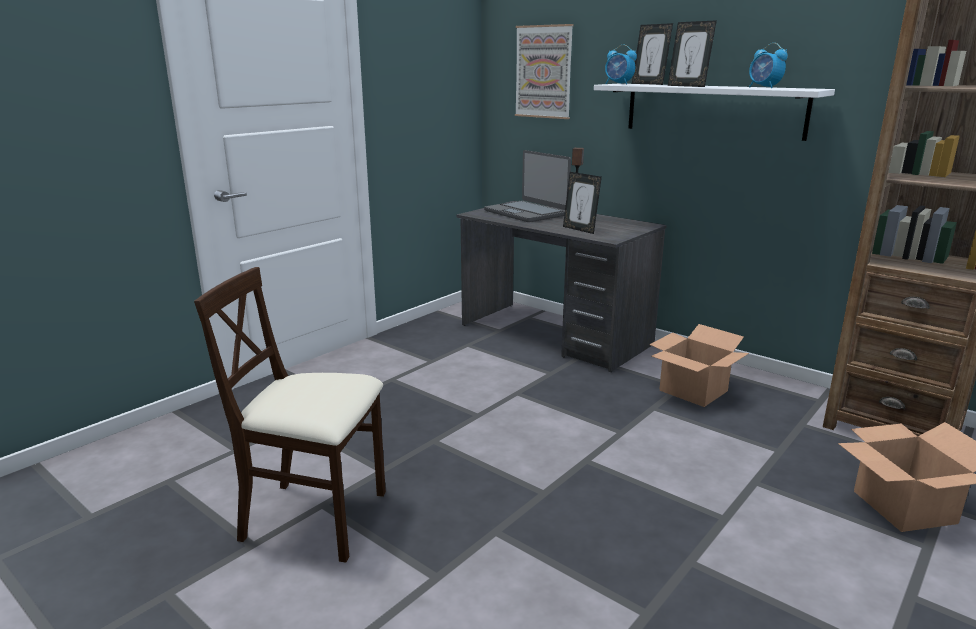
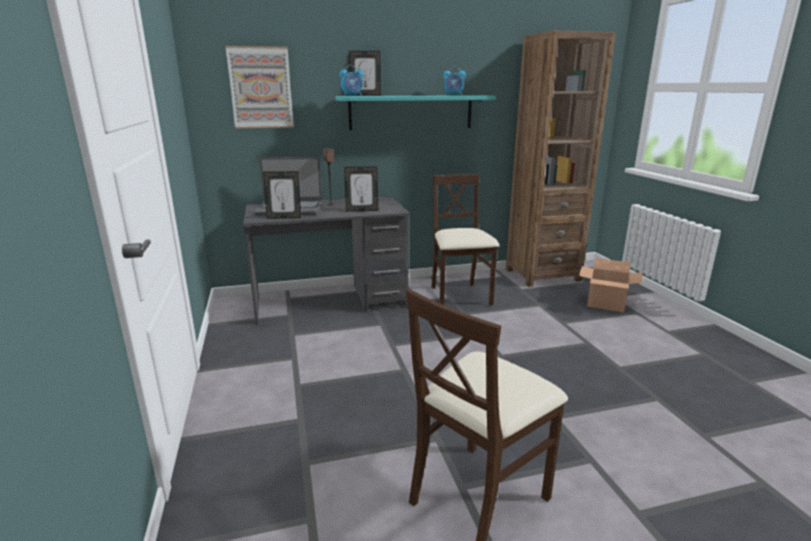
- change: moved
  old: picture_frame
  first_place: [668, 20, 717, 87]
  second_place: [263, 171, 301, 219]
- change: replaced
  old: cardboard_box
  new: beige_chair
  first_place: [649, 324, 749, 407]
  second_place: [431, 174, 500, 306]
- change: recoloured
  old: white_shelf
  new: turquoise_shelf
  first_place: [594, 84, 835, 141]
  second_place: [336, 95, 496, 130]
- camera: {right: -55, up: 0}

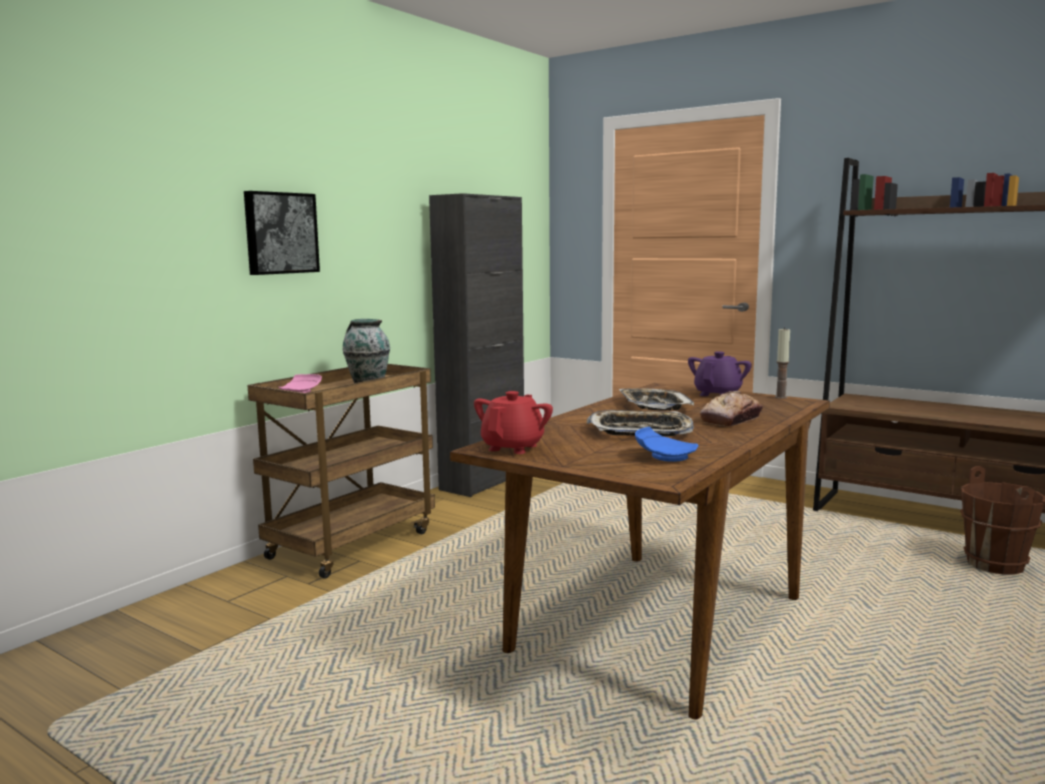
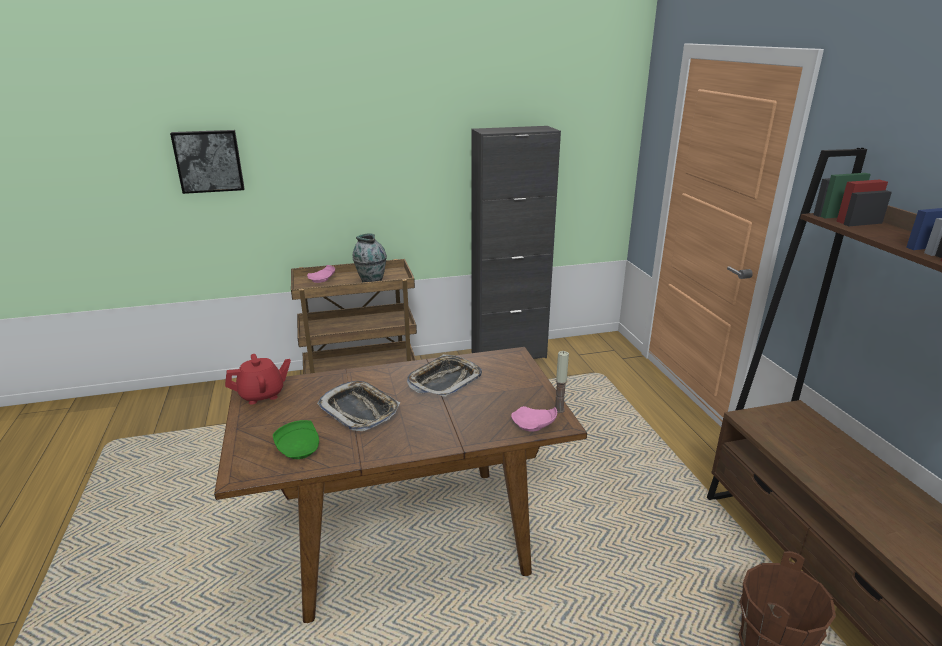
- change: removed
  old: purple_teapot
  first_place: [688, 351, 752, 396]
- change: removed
  old: bread
  first_place: [700, 391, 763, 426]
- change: added
  new: pink_plate
  second_place: [511, 406, 557, 432]
- change: moved
  old: picture
  first_place: [244, 191, 320, 275]
  second_place: [170, 130, 245, 194]
- change: recoloured
  old: blue_plate
  new: green_plate
  first_place: [635, 427, 699, 462]
  second_place: [273, 420, 319, 459]
- camera: {right: 40, up: 15}

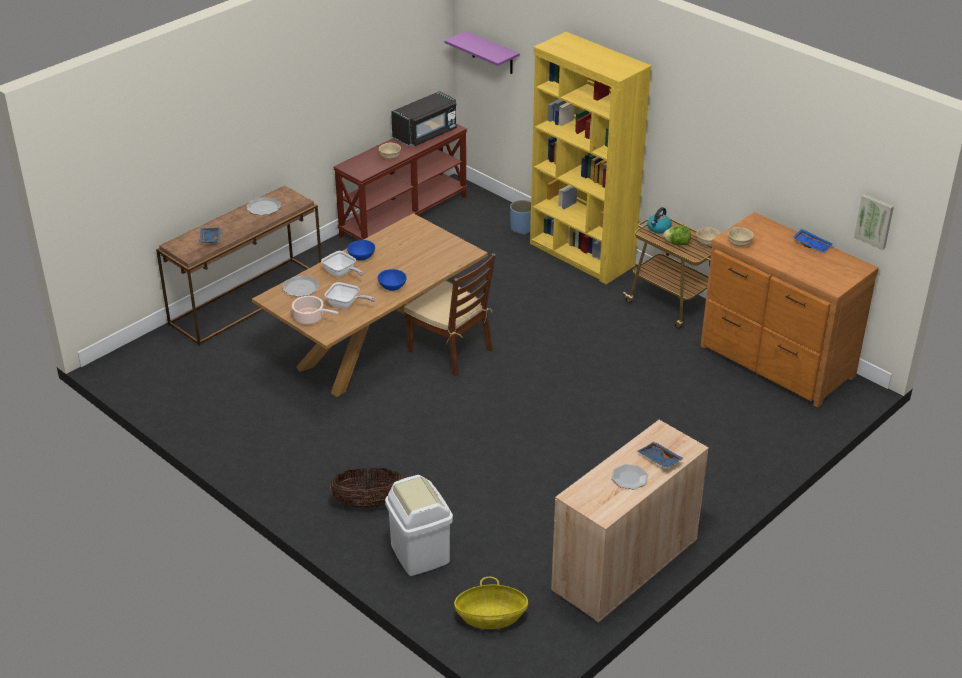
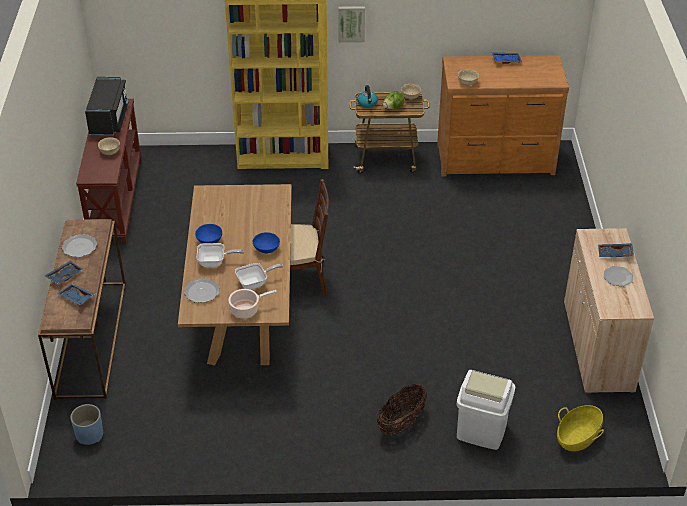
- change: removed
  old: purple_shelf
  first_place: [444, 31, 520, 74]
- change: added
  new: blue_tray
  second_place: [44, 261, 83, 284]
- change: moved
  old: blue_planter
  first_place: [510, 200, 531, 235]
  second_place: [70, 404, 103, 445]
- change: moved
  old: picture
  first_place: [854, 194, 894, 250]
  second_place: [338, 6, 365, 43]
- camera: {right: -45, up: 5}

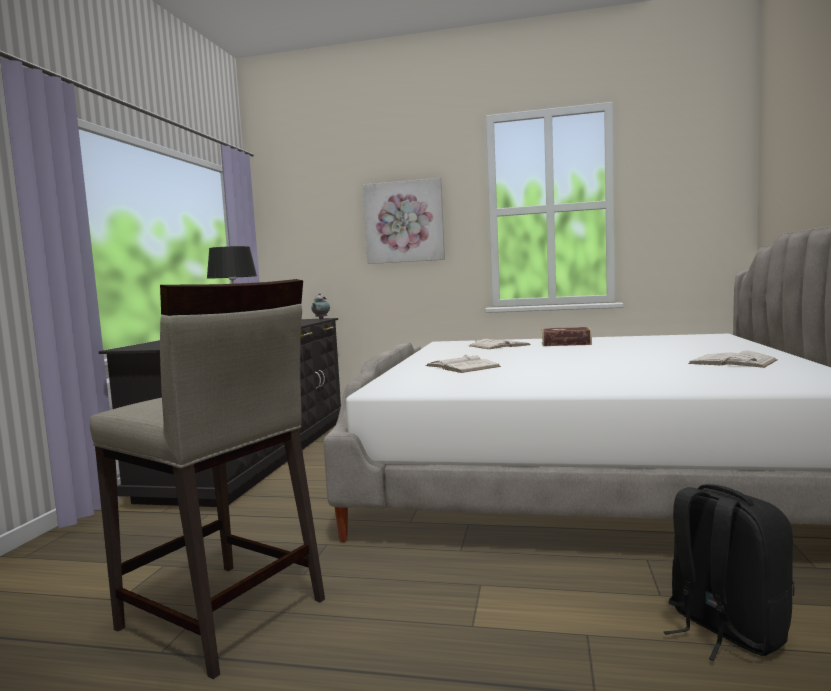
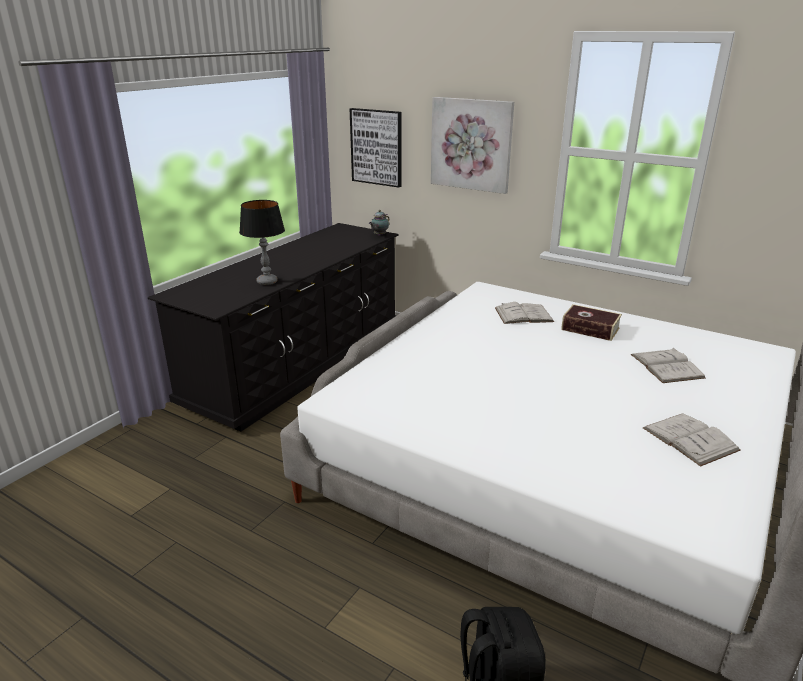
- change: removed
  old: beige_stool
  first_place: [90, 279, 325, 679]
- change: added
  new: picture
  second_place: [350, 108, 401, 188]
- change: moved
  old: white_book
  first_place: [426, 354, 501, 373]
  second_place: [631, 348, 706, 383]
- camera: {right: 20, up: 20}

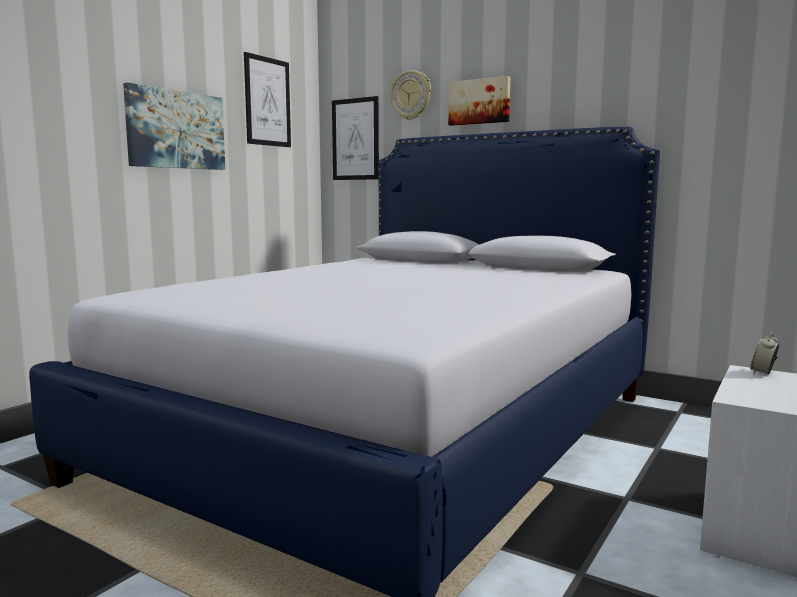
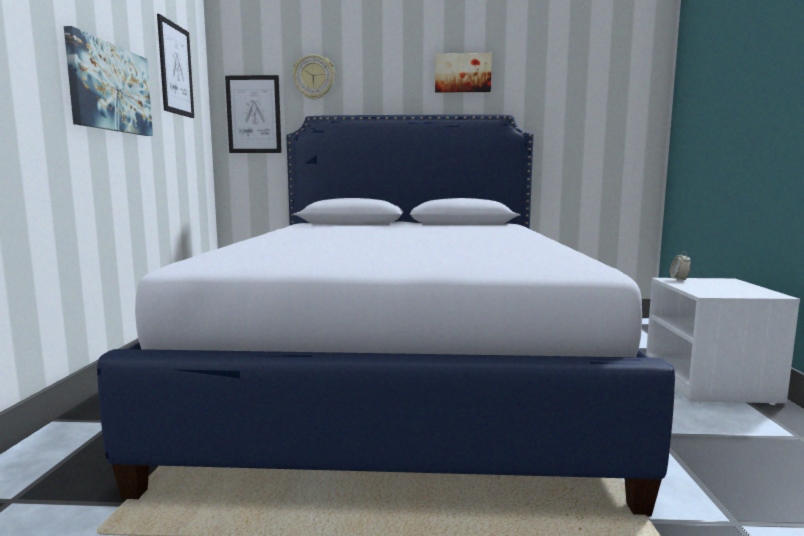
- change: moved
  old: picture
  first_place: [448, 76, 510, 126]
  second_place: [435, 53, 492, 93]
- camera: {right: -30, up: 0}

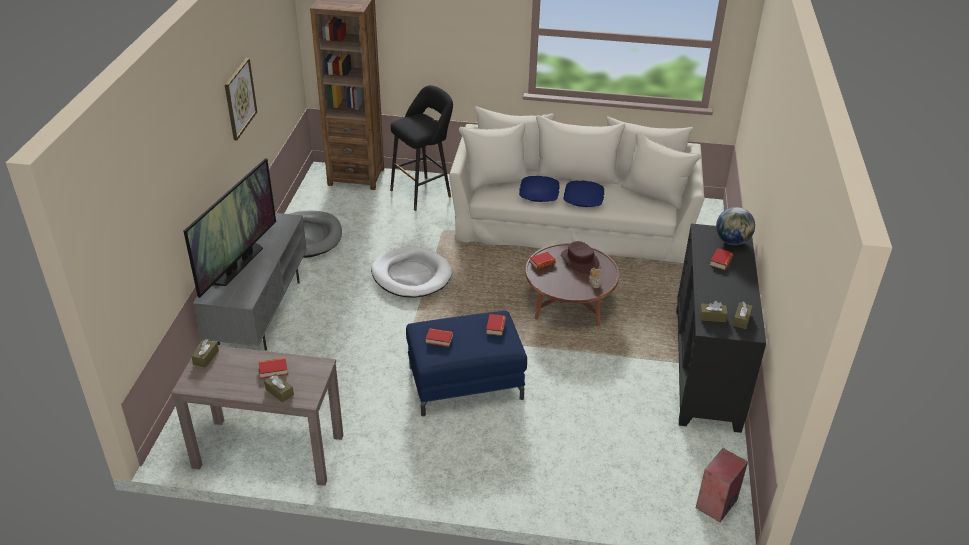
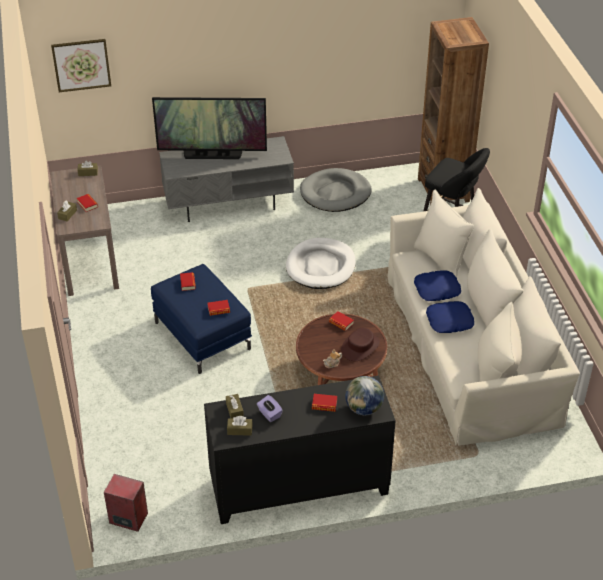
- change: added
  new: purple_tissue_box
  second_place: [257, 395, 283, 422]
- change: moved
  old: picture
  first_place: [225, 58, 257, 140]
  second_place: [51, 39, 111, 92]
- camera: {right: 70, up: 5}

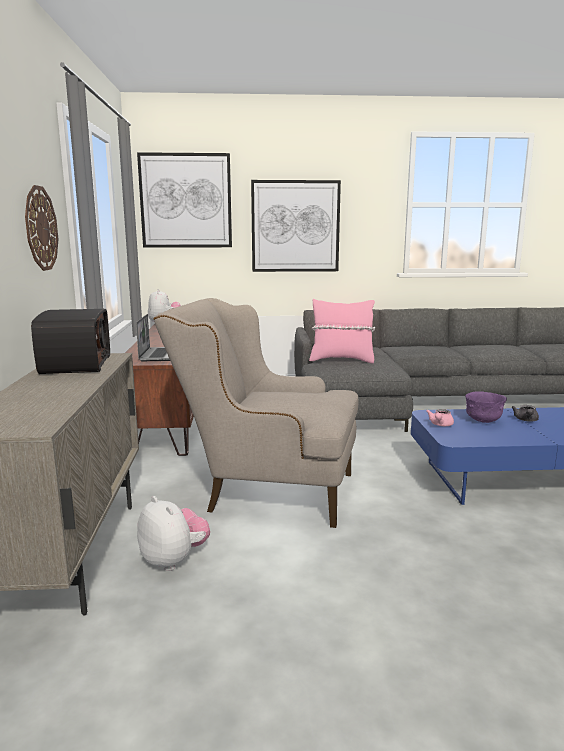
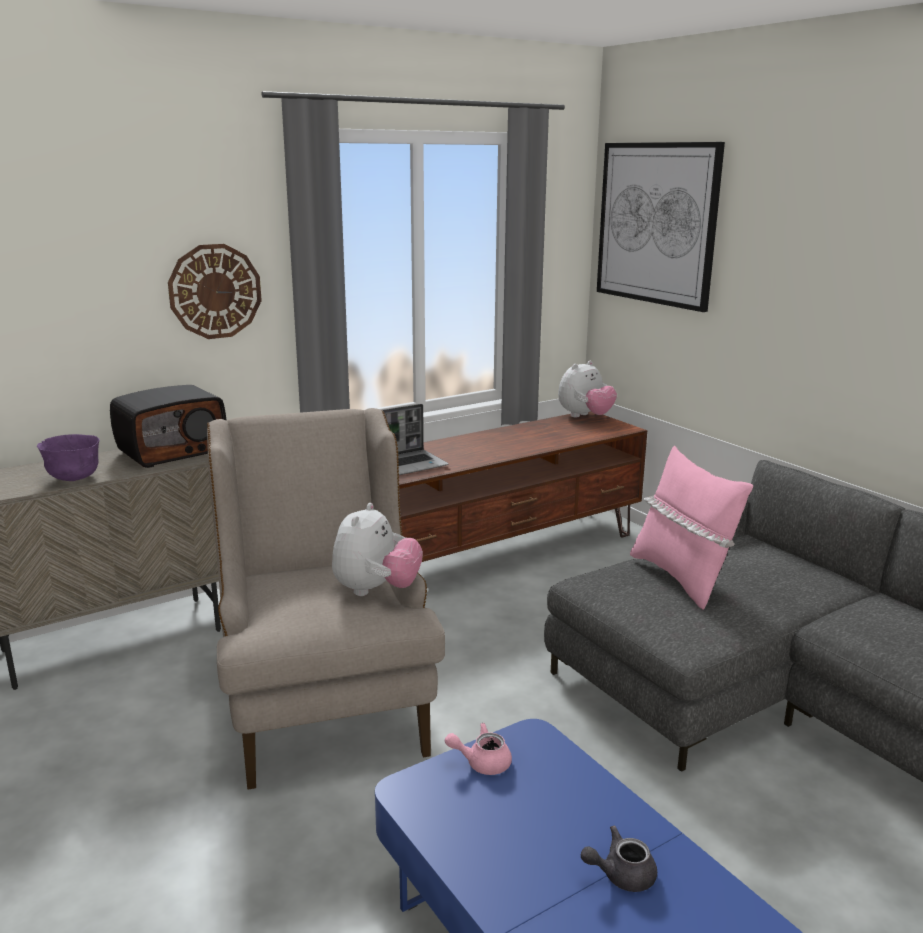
- change: removed
  old: picture
  first_place: [251, 180, 341, 272]
- change: moved
  old: plush_toy
  first_place: [137, 496, 210, 571]
  second_place: [332, 503, 423, 596]
- change: moved
  old: purple_bowl
  first_place: [465, 391, 507, 423]
  second_place: [37, 434, 99, 481]
- camera: {right: 60, up: 5}

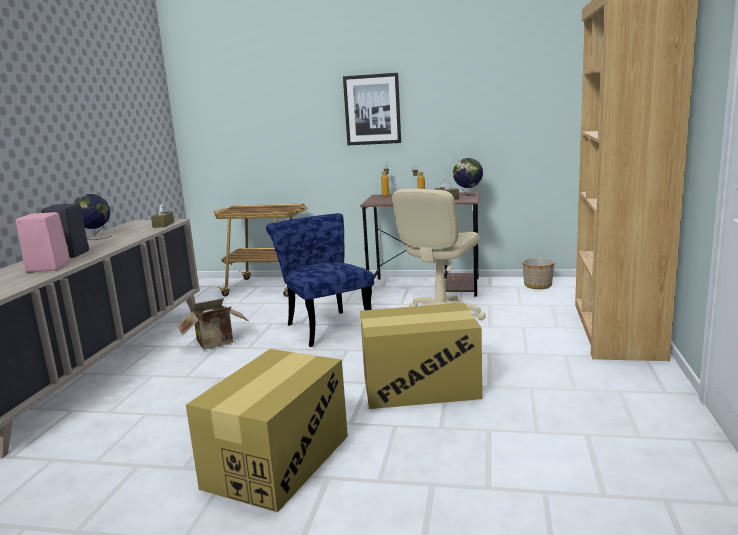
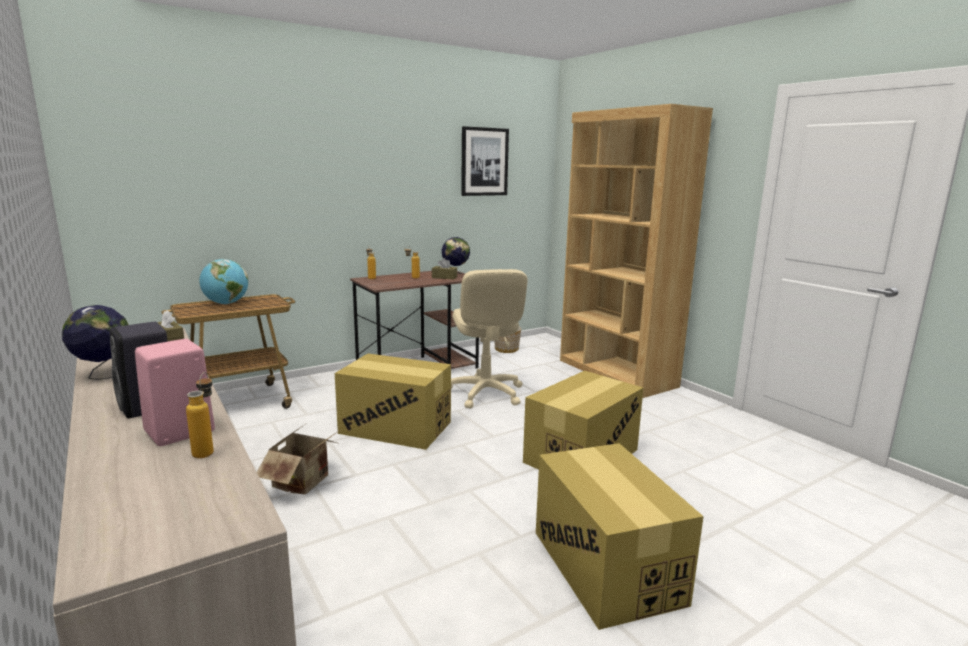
- change: added
  new: bottle
  second_place: [186, 372, 214, 458]
- change: added
  new: globe
  second_place: [199, 259, 248, 304]
- change: moved
  old: picture
  first_place: [343, 73, 401, 145]
  second_place: [461, 126, 509, 196]
- change: replaced
  old: blue_chair
  new: cardboard_box
  first_place: [266, 213, 374, 347]
  second_place: [335, 353, 451, 450]
- camera: {right: -45, up: 0}

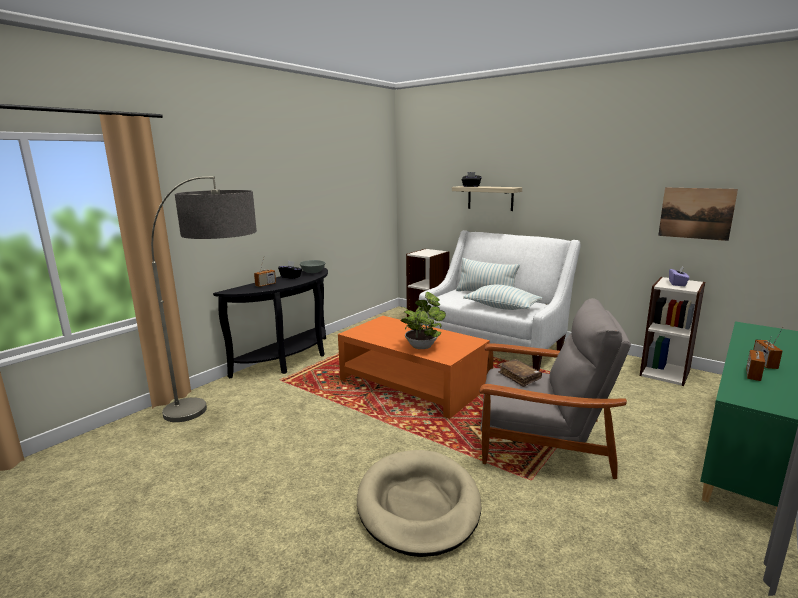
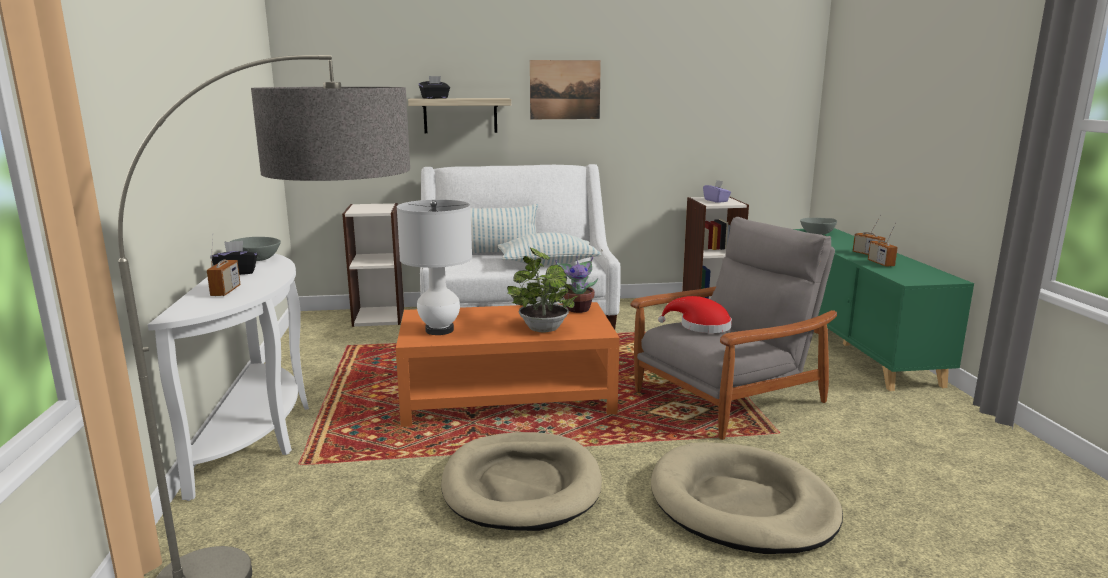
- change: added
  new: white_table_lamp
  second_place: [397, 200, 472, 335]
- change: added
  new: beige_dog_bed
  second_place: [441, 432, 602, 531]
- change: added
  new: potted_plant
  second_place: [555, 256, 598, 313]
- change: added
  new: grey_bowl
  second_place: [800, 218, 837, 235]
- change: moved
  old: picture
  first_place: [658, 188, 738, 241]
  second_place: [530, 60, 601, 119]
- change: replaced
  old: brown_book
  new: red_hat
  first_place: [498, 359, 542, 387]
  second_place: [658, 296, 732, 333]
- change: recoloured
  old: black_console_table
  new: white_console_table
  first_place: [213, 267, 328, 378]
  second_place: [148, 253, 309, 501]
- camera: {right: -45, up: 0}

